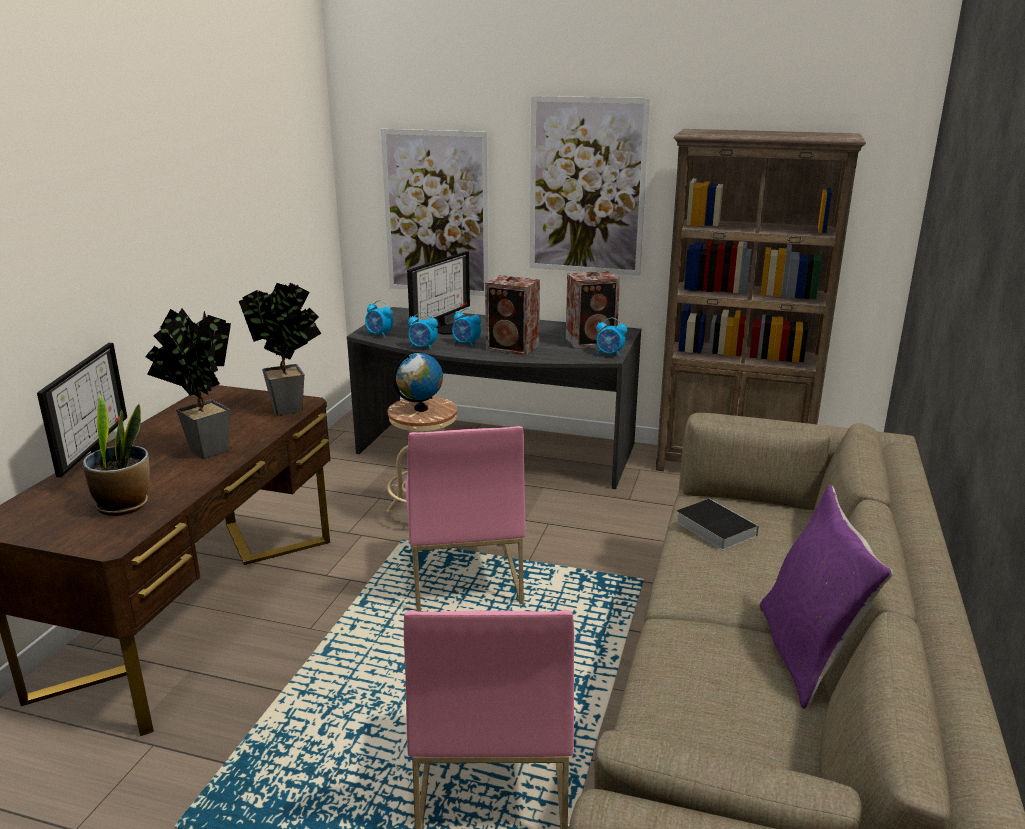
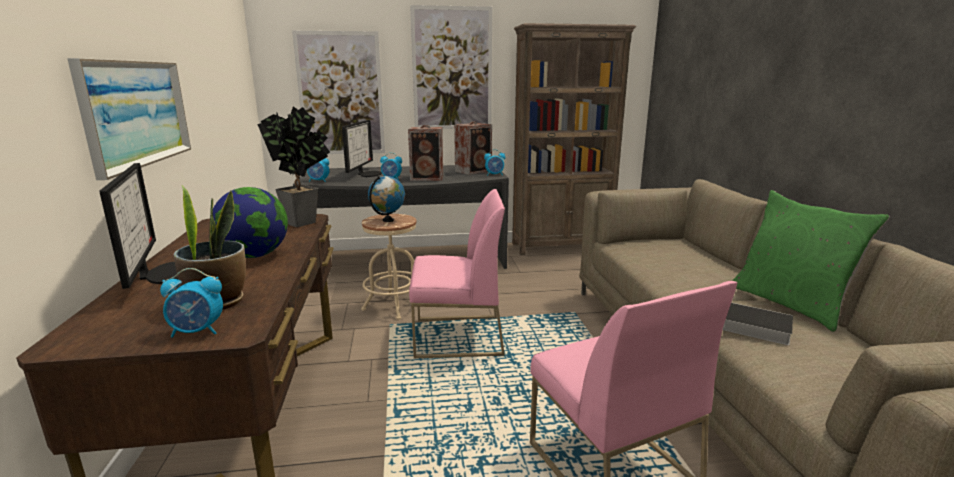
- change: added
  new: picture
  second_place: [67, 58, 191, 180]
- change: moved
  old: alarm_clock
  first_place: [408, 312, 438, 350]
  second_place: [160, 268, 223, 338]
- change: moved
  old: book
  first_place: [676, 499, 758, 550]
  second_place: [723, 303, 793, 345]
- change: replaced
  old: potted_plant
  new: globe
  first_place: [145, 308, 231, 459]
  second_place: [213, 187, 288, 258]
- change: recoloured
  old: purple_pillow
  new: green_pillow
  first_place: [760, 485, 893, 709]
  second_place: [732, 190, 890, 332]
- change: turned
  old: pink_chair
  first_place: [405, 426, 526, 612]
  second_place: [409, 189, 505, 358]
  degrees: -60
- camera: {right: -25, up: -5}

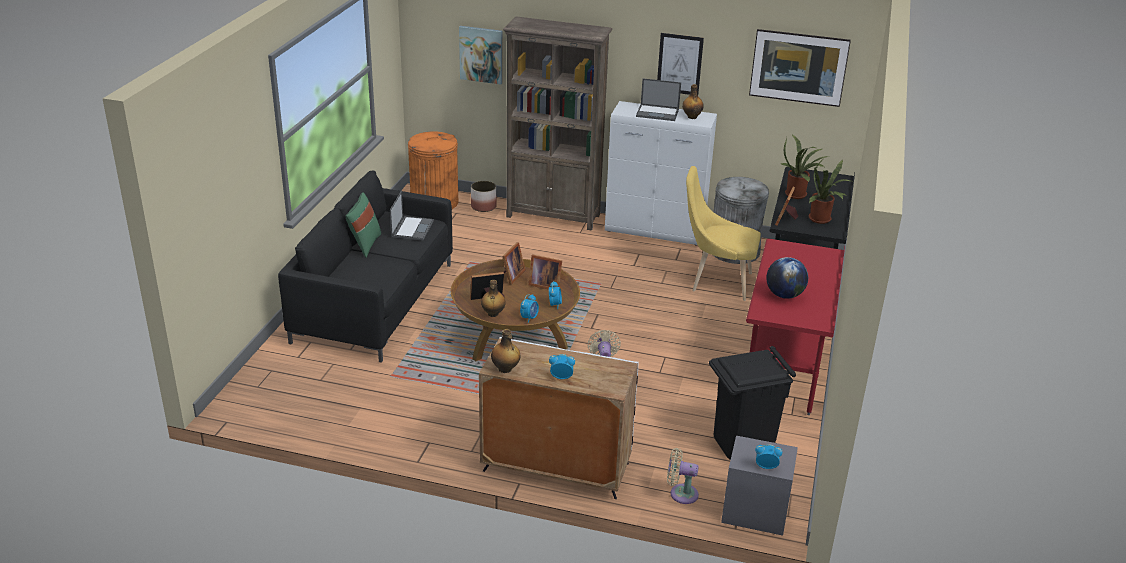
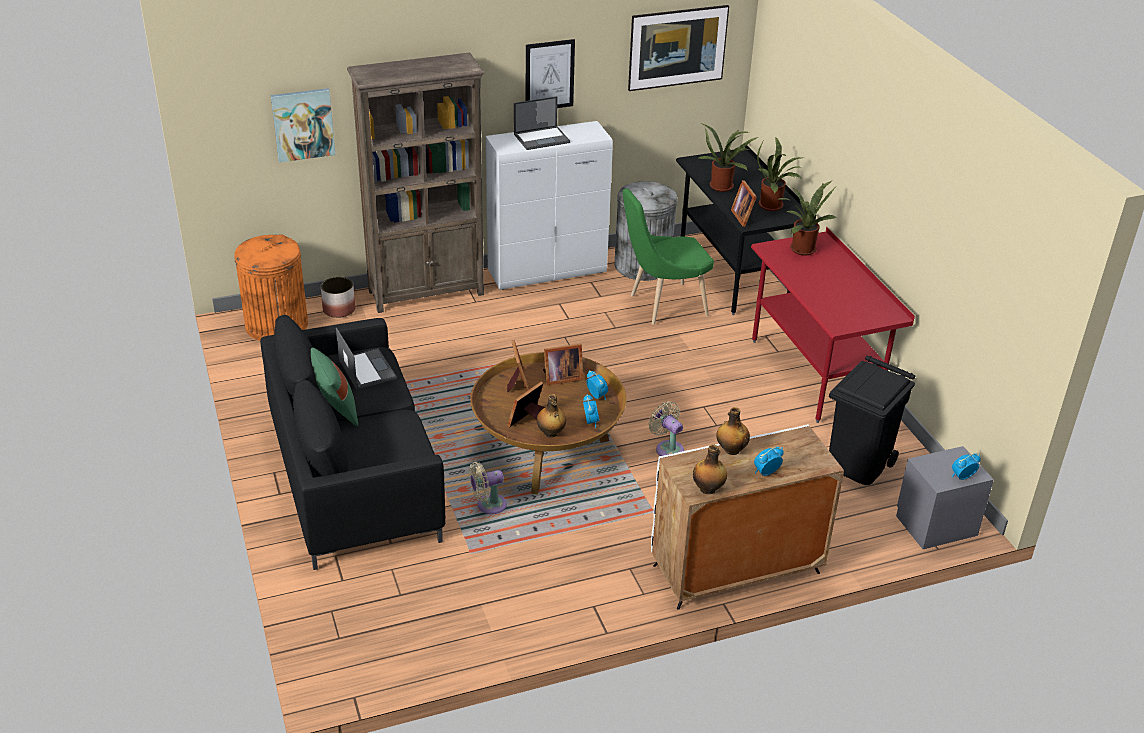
- change: removed
  old: globe
  first_place: [766, 257, 808, 299]
- change: added
  new: potted_plant
  second_place: [779, 181, 837, 256]
- change: moved
  old: beige_fan
  first_place: [667, 448, 699, 504]
  second_place: [469, 462, 507, 514]
- change: moved
  old: bottle
  first_place: [682, 84, 704, 119]
  second_place: [716, 407, 750, 455]
- change: recoloured
  old: yellow_chair
  new: green_chair
  first_place: [686, 166, 761, 301]
  second_place: [623, 188, 714, 325]
- camera: {right: -35, up: 5}

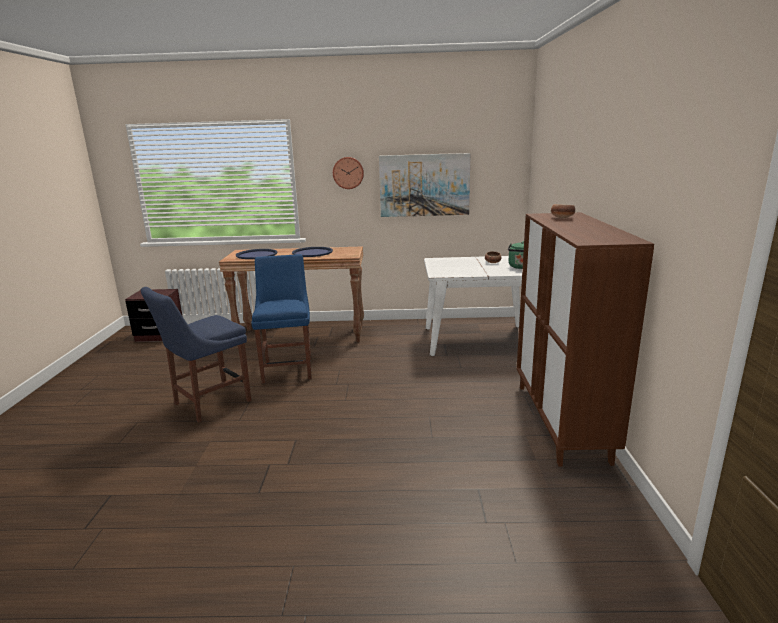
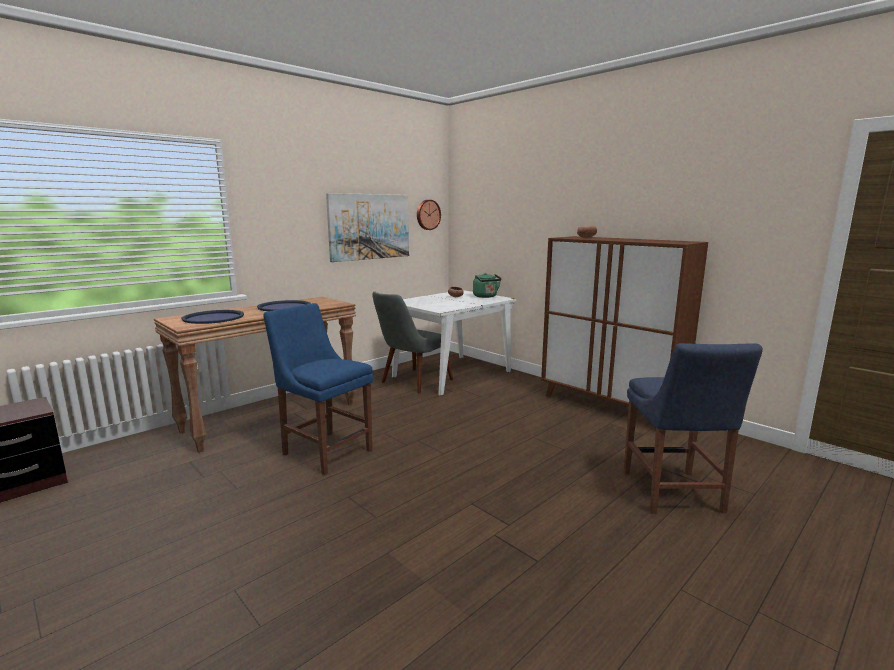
- change: added
  new: grey_chair
  second_place: [372, 291, 453, 393]
- change: moved
  old: blue_chair
  first_place: [141, 287, 251, 423]
  second_place: [624, 343, 763, 514]
- change: moved
  old: wall_clock
  first_place: [333, 157, 364, 189]
  second_place: [417, 200, 441, 230]
- camera: {right: -45, up: -5}

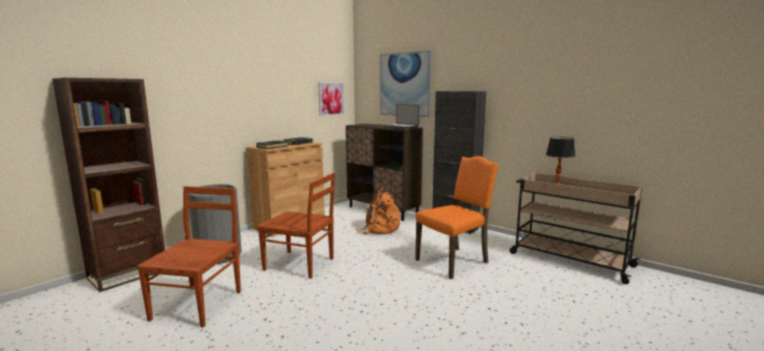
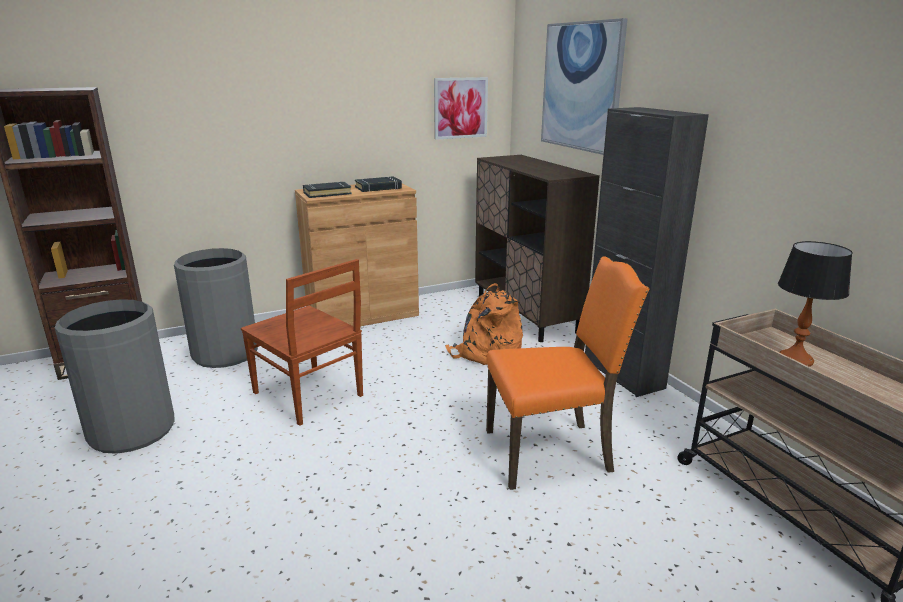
- change: removed
  old: laptop
  first_place: [384, 104, 419, 129]
- change: replaced
  old: brown_chair
  new: grey_trash_can
  first_place: [137, 186, 241, 327]
  second_place: [55, 299, 175, 454]
- camera: {right: 25, up: 10}

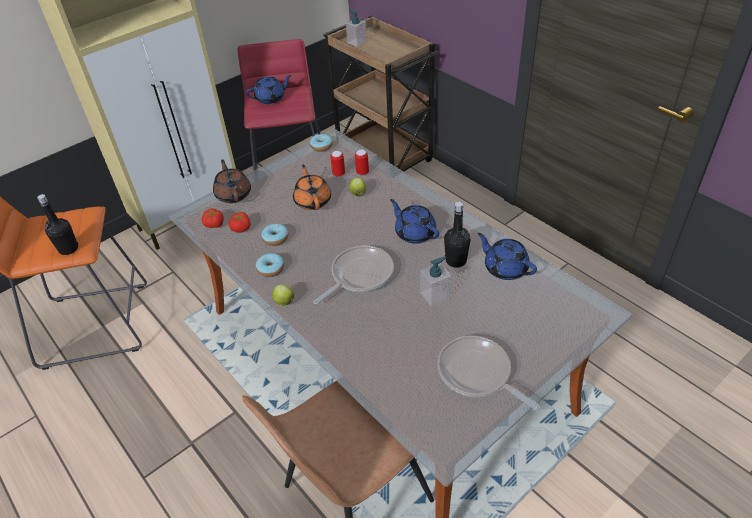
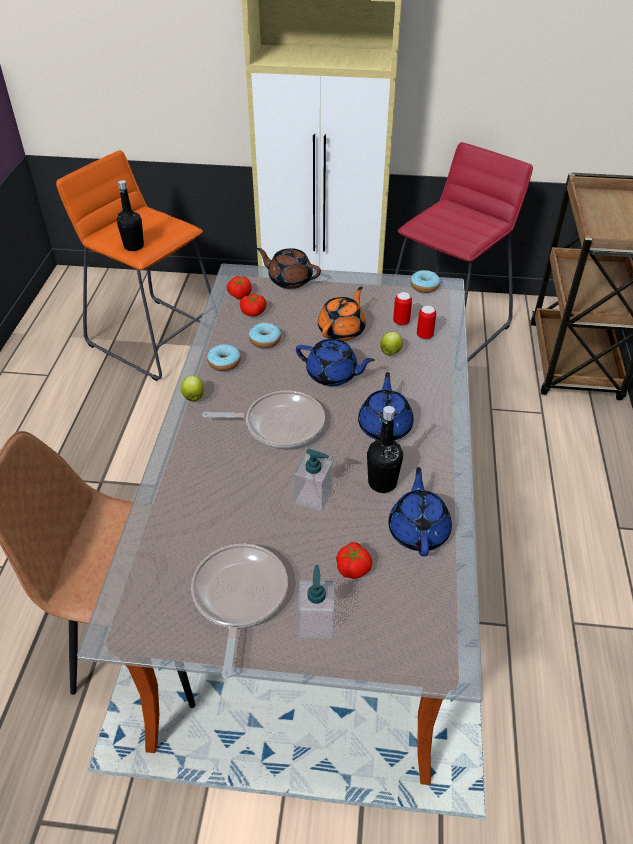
- change: added
  new: tomato
  second_place: [336, 542, 372, 579]
- change: moved
  old: blue_teapot
  first_place: [246, 75, 291, 104]
  second_place: [296, 339, 375, 386]
- change: moved
  old: soap_dispenser
  first_place: [346, 10, 367, 47]
  second_place: [298, 565, 334, 639]
- change: turned
  old: brown_teapot
  first_place: [213, 159, 251, 203]
  second_place: [256, 248, 321, 289]
  degrees: -90
- camera: {right: 45, up: 0}

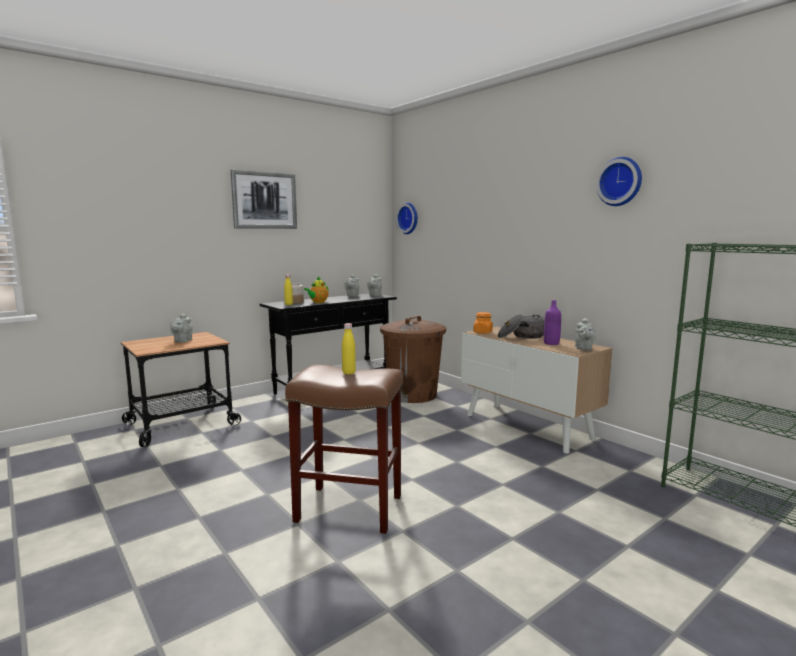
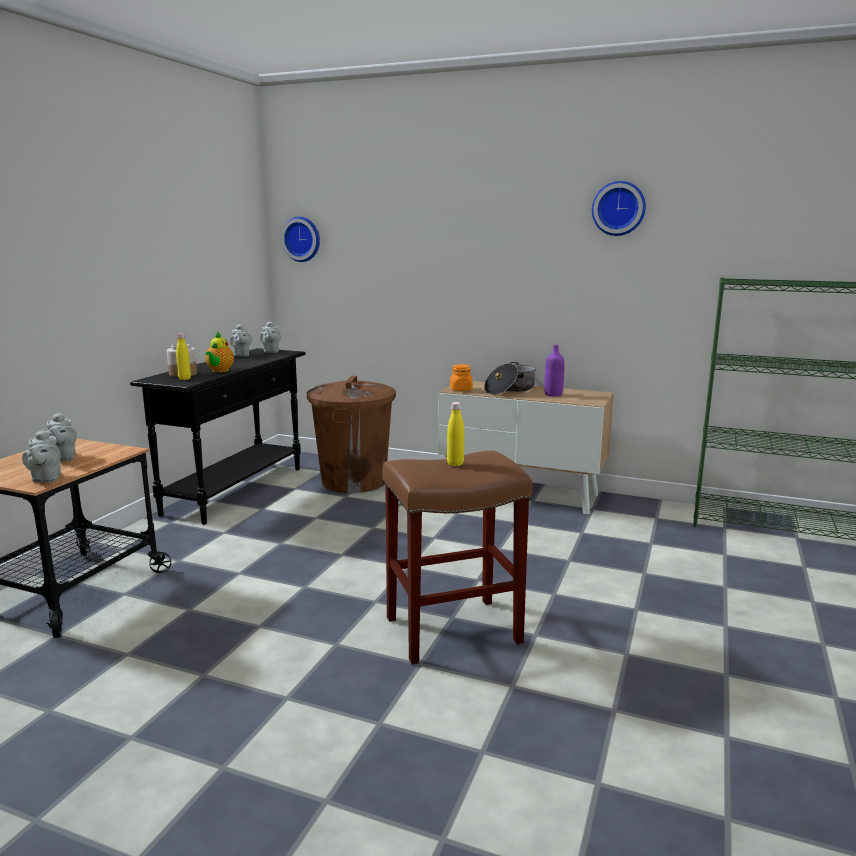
- change: removed
  old: picture
  first_place: [231, 170, 297, 229]
- change: moved
  old: grey_teapot
  first_place: [574, 318, 597, 351]
  second_place: [22, 429, 61, 483]
- camera: {right: -30, up: 5}

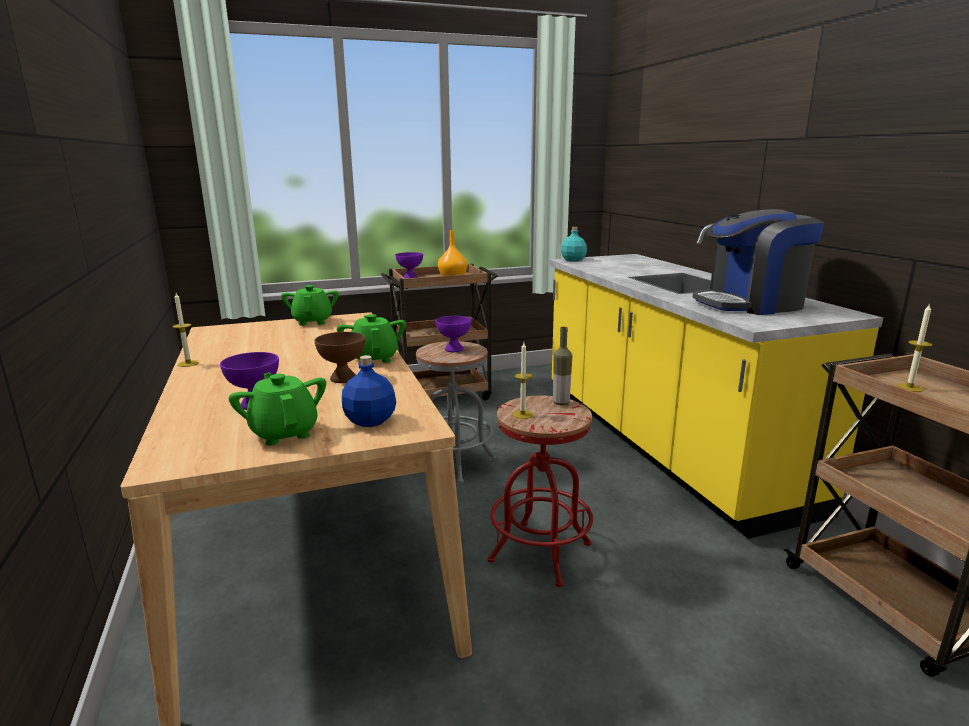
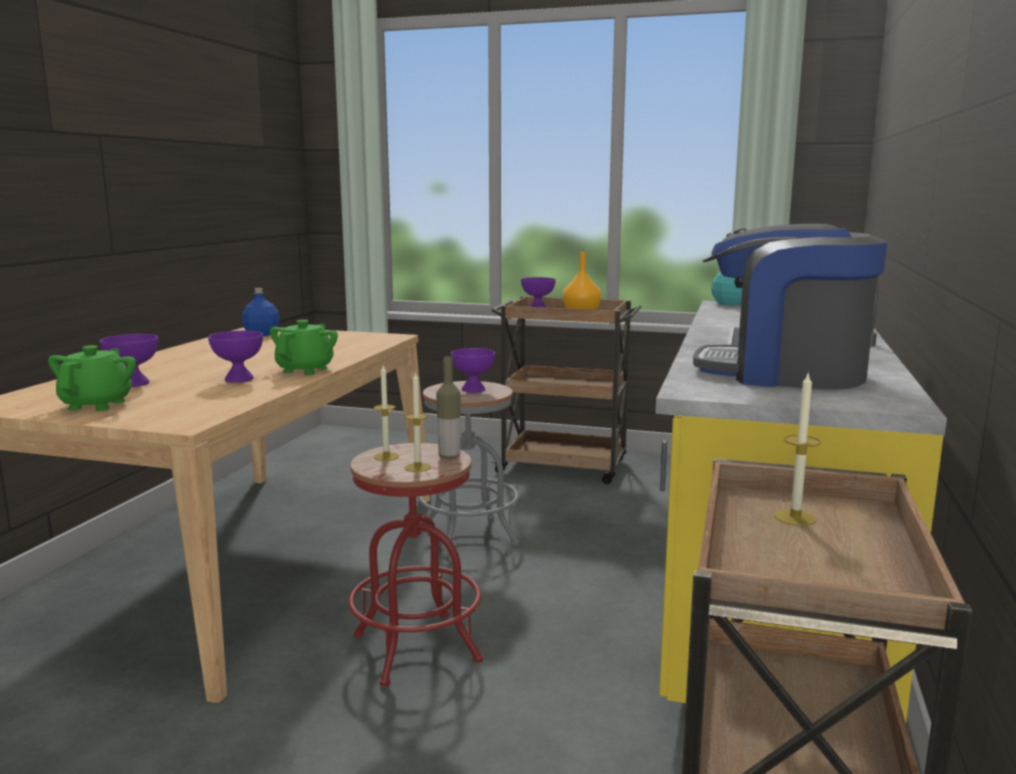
- change: removed
  old: green_teapot
  first_place: [281, 285, 339, 326]
- change: moved
  old: candle
  first_place: [172, 293, 199, 367]
  second_place: [405, 372, 431, 472]
- change: moved
  old: blue_bottle
  first_place: [342, 355, 396, 427]
  second_place: [242, 288, 280, 336]
- change: recoloured
  old: brown_bowl
  new: purple_bowl
  first_place: [315, 332, 365, 383]
  second_place: [208, 331, 263, 383]
- camera: {right: 35, up: -5}

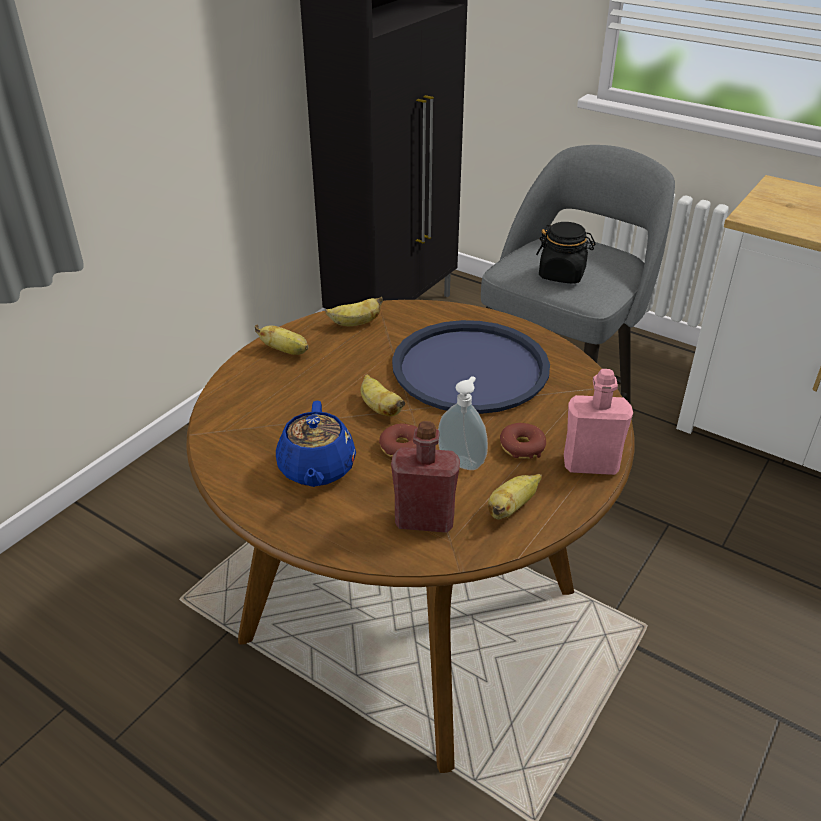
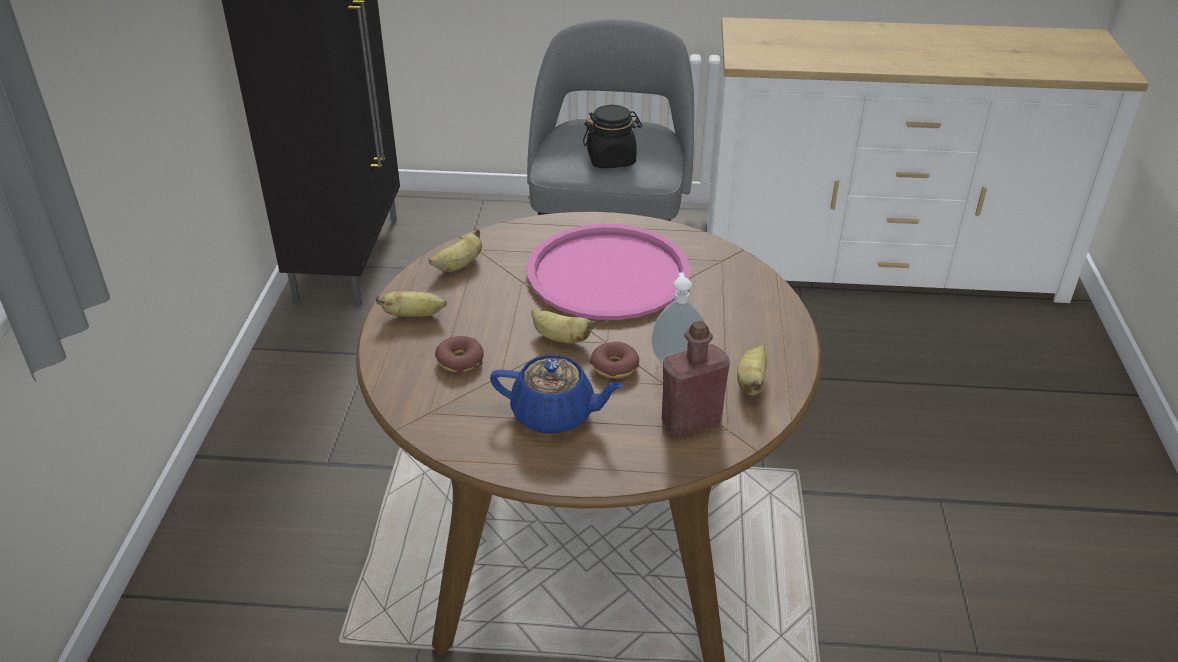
- change: removed
  old: pink_bottle
  first_place: [564, 369, 633, 475]
- change: moved
  old: donut
  first_place: [500, 423, 546, 459]
  second_place: [435, 336, 484, 373]
- change: recoloured
  old: blue_tray
  new: pink_tray
  first_place: [392, 320, 550, 414]
  second_place: [527, 224, 690, 320]
- change: turned
  old: blue_teapot
  first_place: [276, 401, 356, 487]
  second_place: [490, 355, 624, 434]
  degrees: -45
- camera: {right: -30, up: 0}

